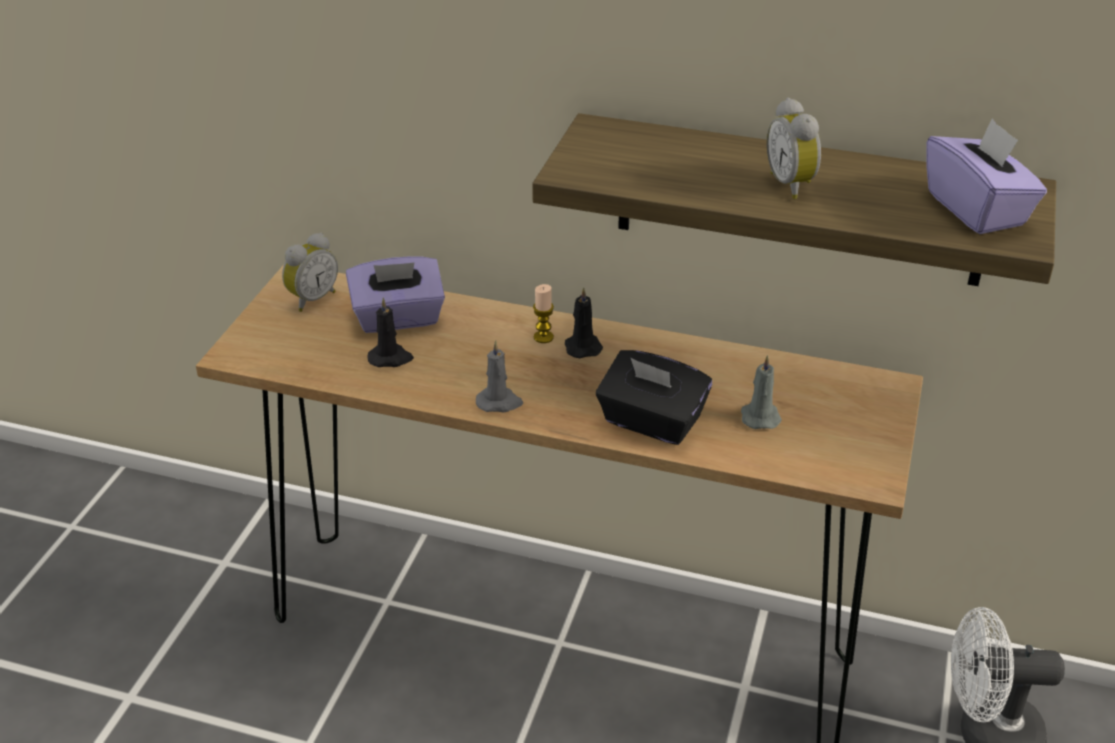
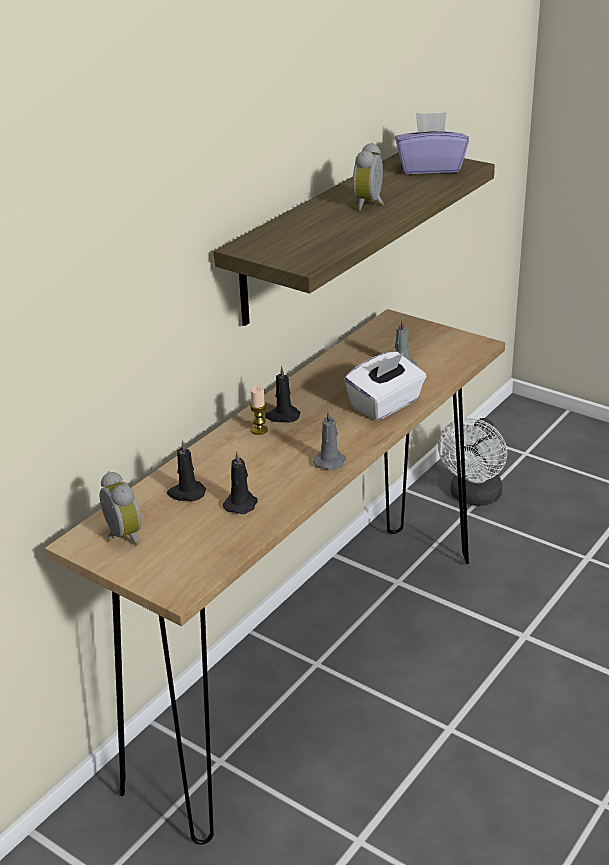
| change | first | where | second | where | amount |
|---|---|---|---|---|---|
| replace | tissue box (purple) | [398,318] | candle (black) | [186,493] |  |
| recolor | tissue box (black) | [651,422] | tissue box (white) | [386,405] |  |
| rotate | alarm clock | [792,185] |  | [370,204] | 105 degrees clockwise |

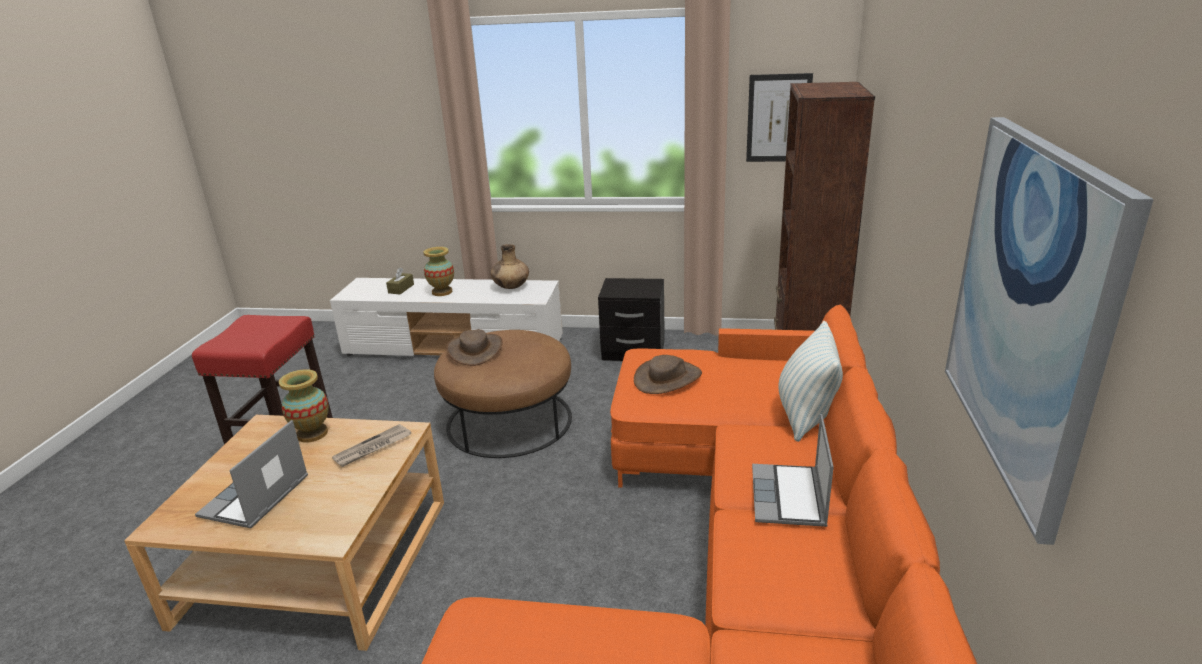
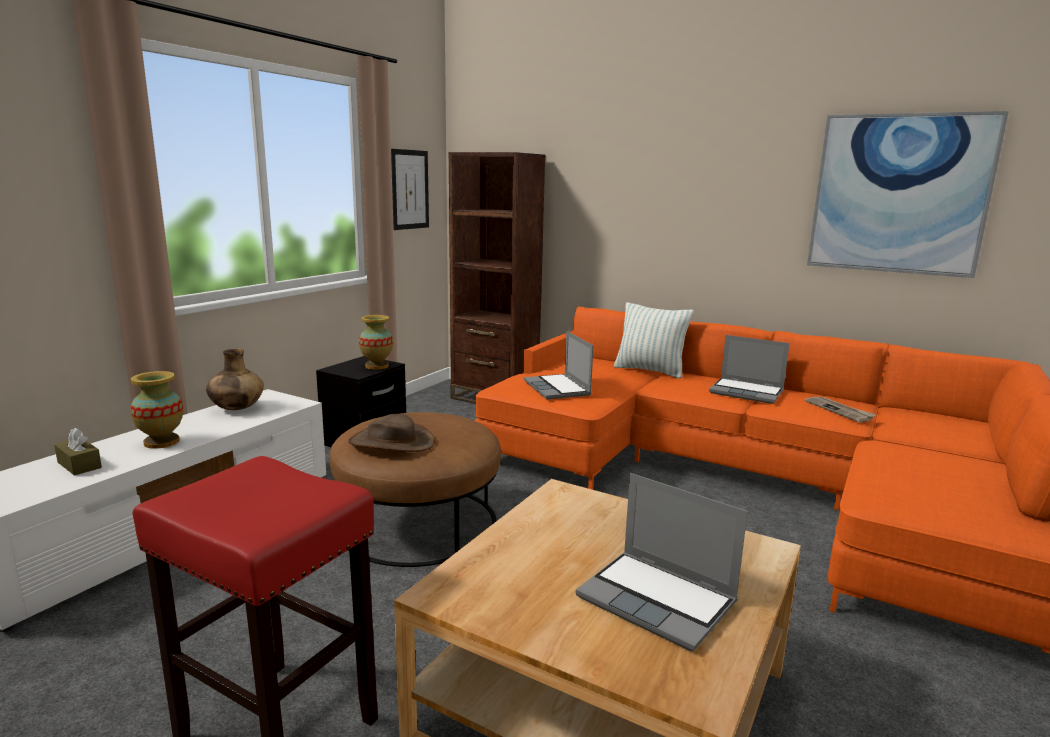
| change | first | where | second | where | amount |
|---|---|---|---|---|---|
| move | vase | [312,434] |  | [376,366] |  |
| move | newspaper | [372,448] |  | [839,411] |  |
| replace | hat (brown) | [668,378] | laptop | [558,388] |  |

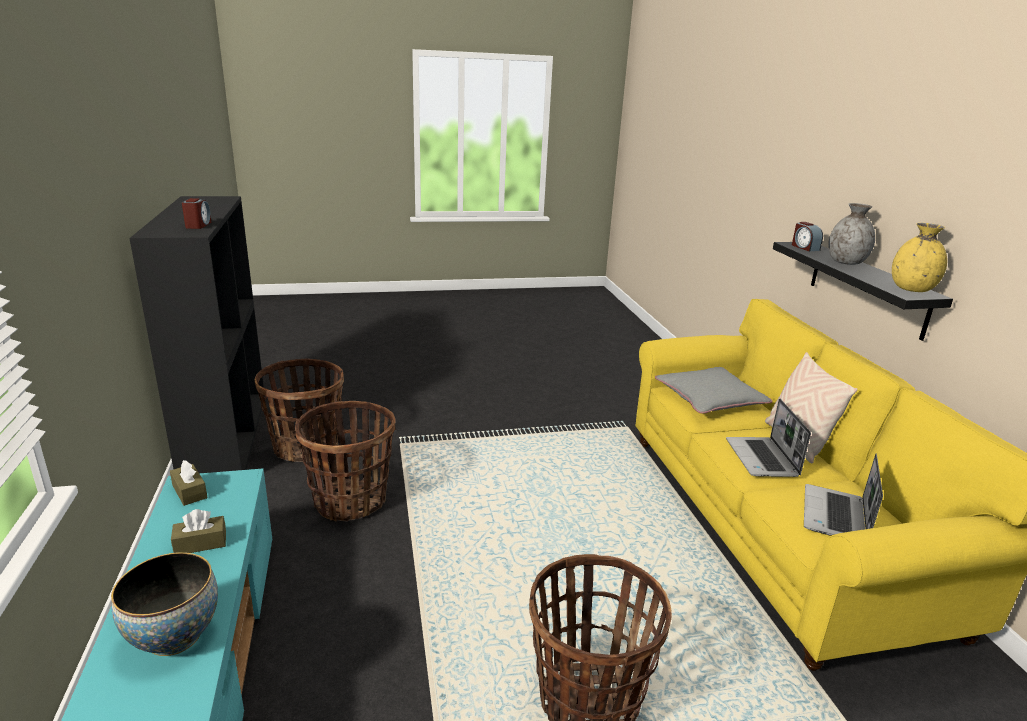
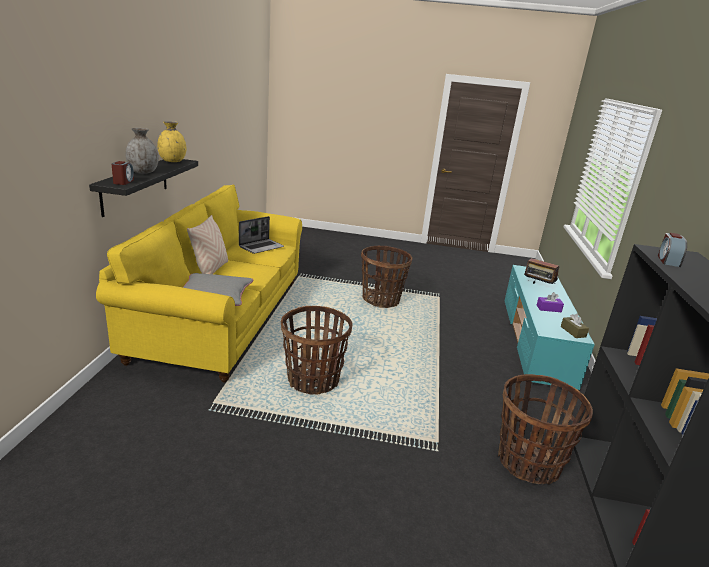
| change | first | where | second | where | amount |
|---|---|---|---|---|---|
| replace | bowl | [174,637] | radio | [538,286] |  |
| recolor | tissue box (brown) | [200,543] | tissue box (purple) | [548,308] |  |
| move | basket | [350,501] |  | [313,380] |  |
| delete | laptop | [762,459] |  |  |  |

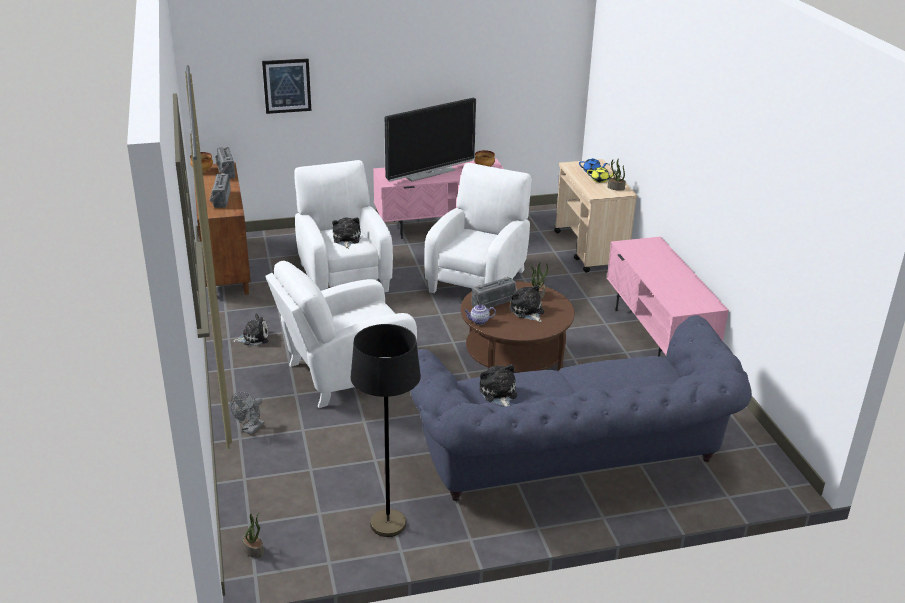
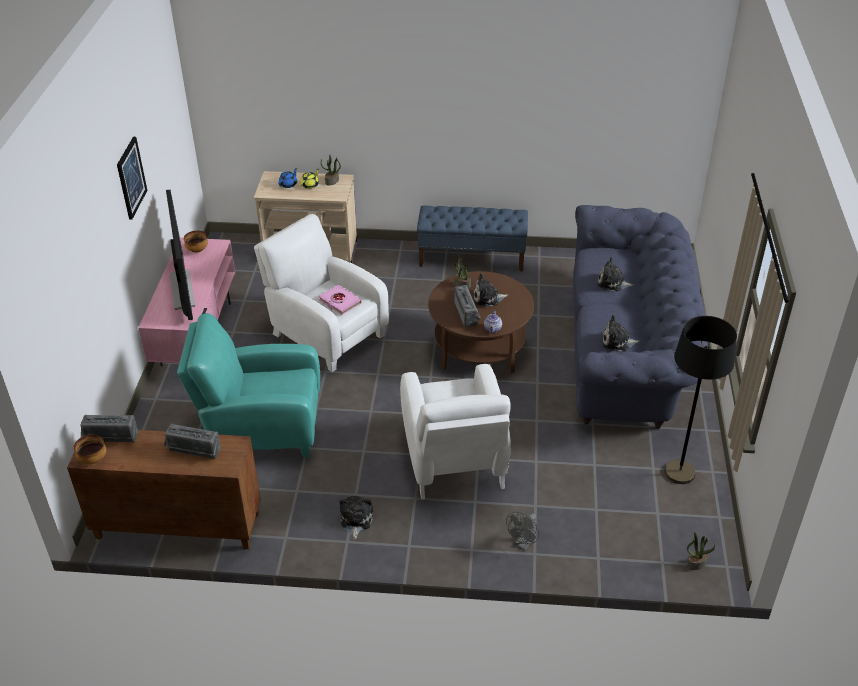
| change | first | where | second | where | amount |
|---|---|---|---|---|---|
| rotate | fan (grey) | [250,430] |  | [523,544] | 75 degrees clockwise |
| move | picture | [287,85] |  | [131,178] |  |
| recolor | armchair (white) | [343,275] | armchair (turquoise) | [261,428] |  |
| move | plush toy | [346,239] |  | [613,283] |  |
| replace | tv stand (pink) | [658,334] | bench (blue) | [472,257] |  |
| insert |  |  | book (pink) | [340,302] |  |

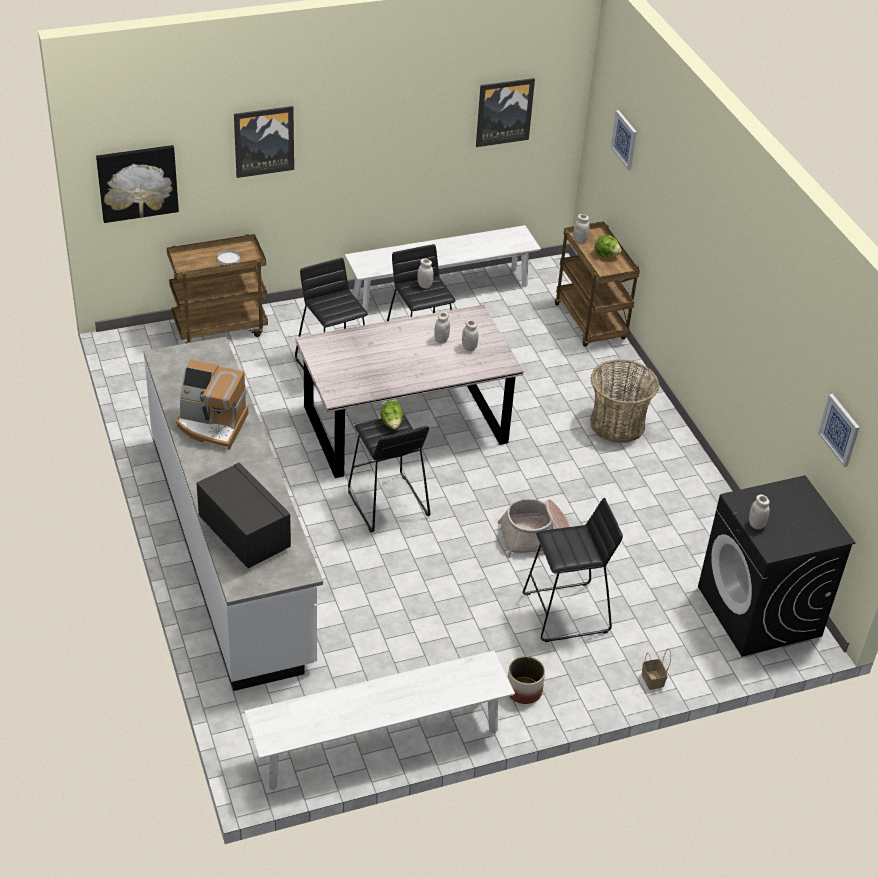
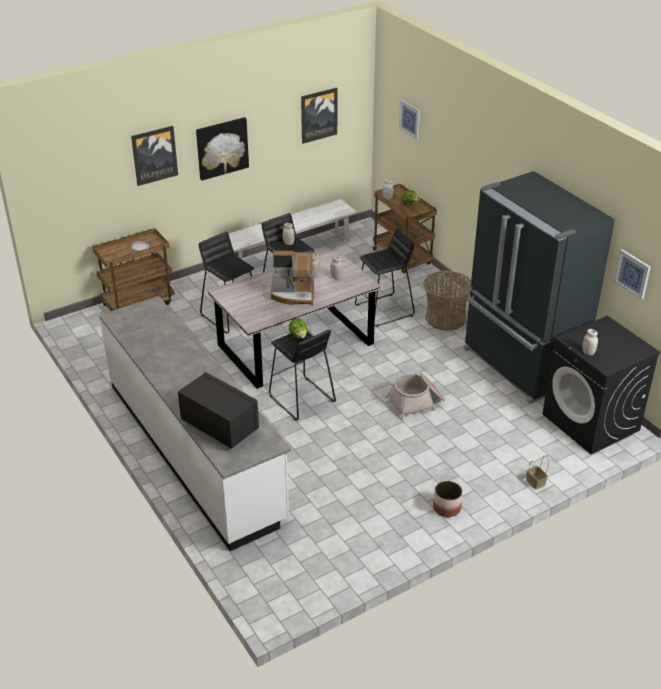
| change | first | where | second | where | amount |
|---|---|---|---|---|---|
| move | picture | [137,182] |  | [222,148] |  |
| move | coffee machine | [212,425] |  | [293,294] |  |
| delete | bench (white) | [379,743] |  |  |  |
| move | stool (black) | [567,612] |  | [385,310] |  |
| insert |  |  | fridge (black) | [520,365] |  |

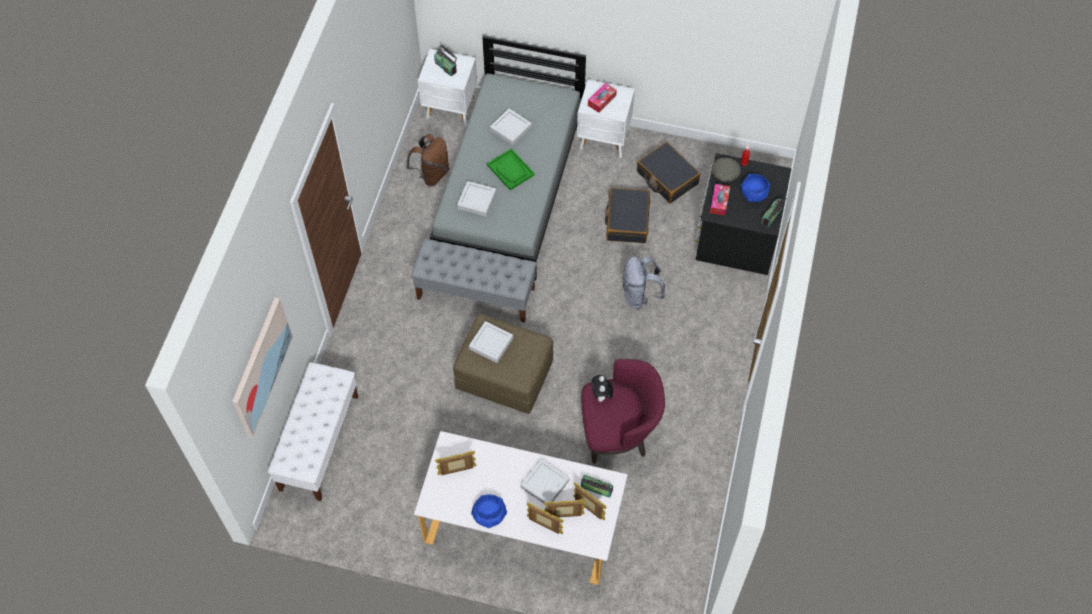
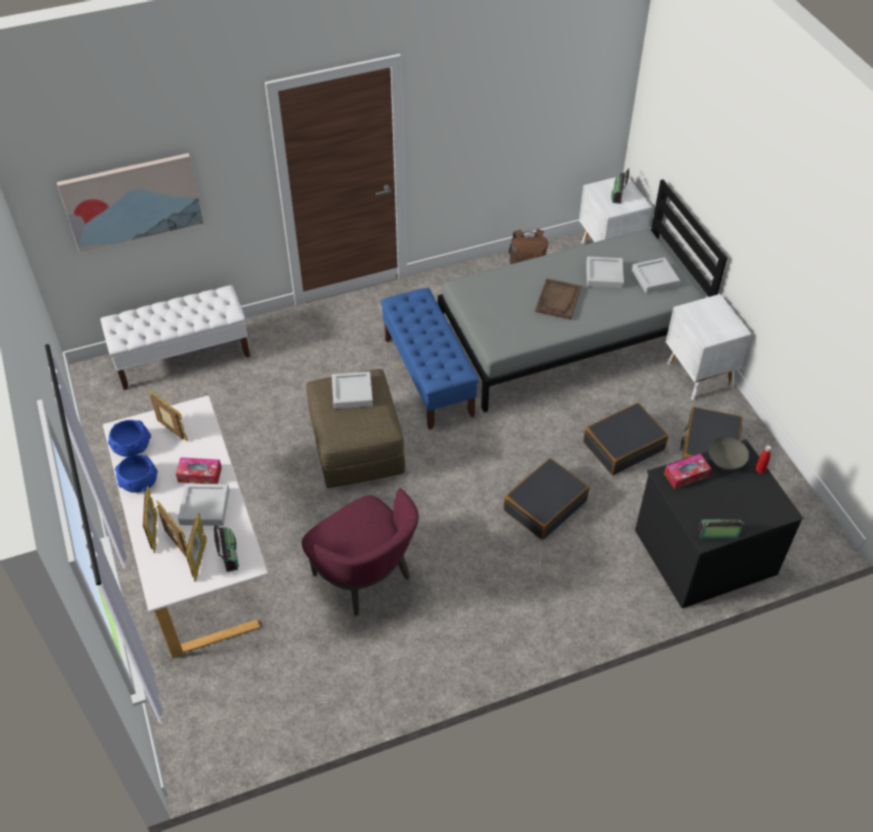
| change | first | where | second | where | amount |
|---|---|---|---|---|---|
| recolor | bench (grey) | [476,293] | bench (blue) | [428,377] |  |
| move | tray (grey) | [476,200] |  | [654,278] |  |
| recolor | tray (green) | [510,170] | tray (brown) | [558,300] |  |
| move | tissue box | [601,100] |  | [200,475] |  |
| delete | plush toy | [601,396] |  |  |  |
| replace | backpack (grey) | [640,295] | suitcase (black) | [544,505] |  |
| move | bowl (blue) | [753,193] |  | [131,445] |  |

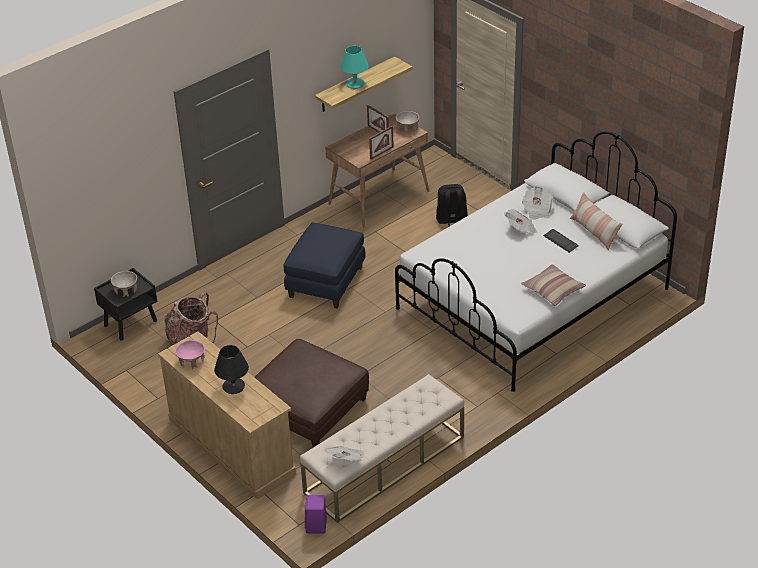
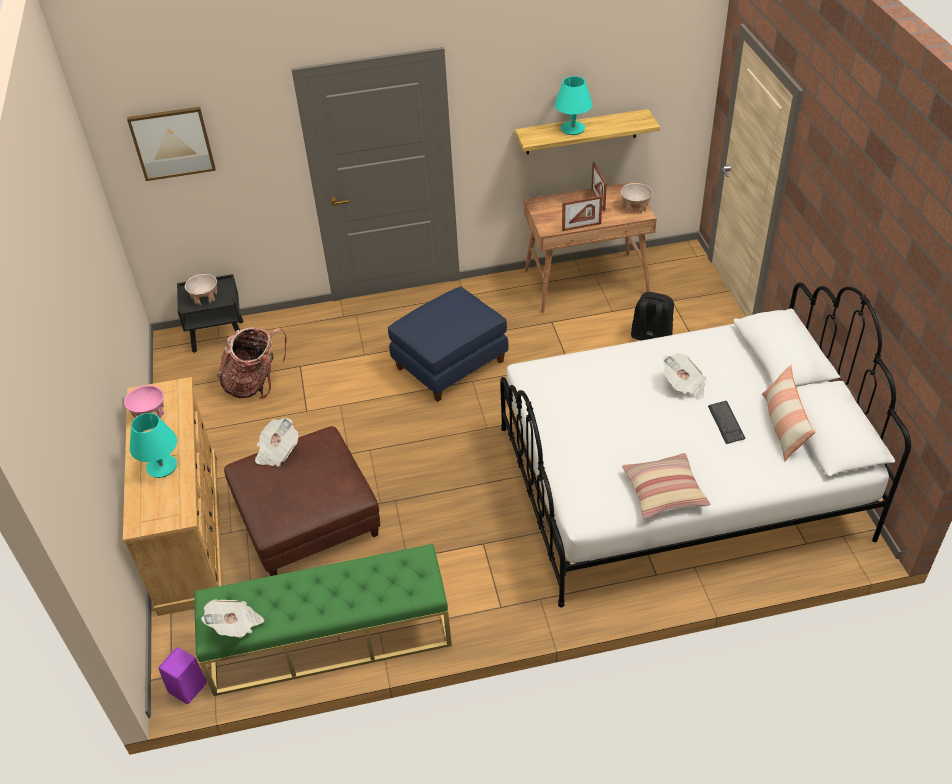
| change | first | where | second | where | amount |
|---|---|---|---|---|---|
| recolor | table lamp (black) | [234,386] | table lamp (turquoise) | [162,467] |  |
| recolor | bench (beige) | [384,465] | bench (green) | [329,639] |  |
| move | newspaper | [537,210] |  | [277,451] |  |
| insert |  |  | picture | [172,143] |  |

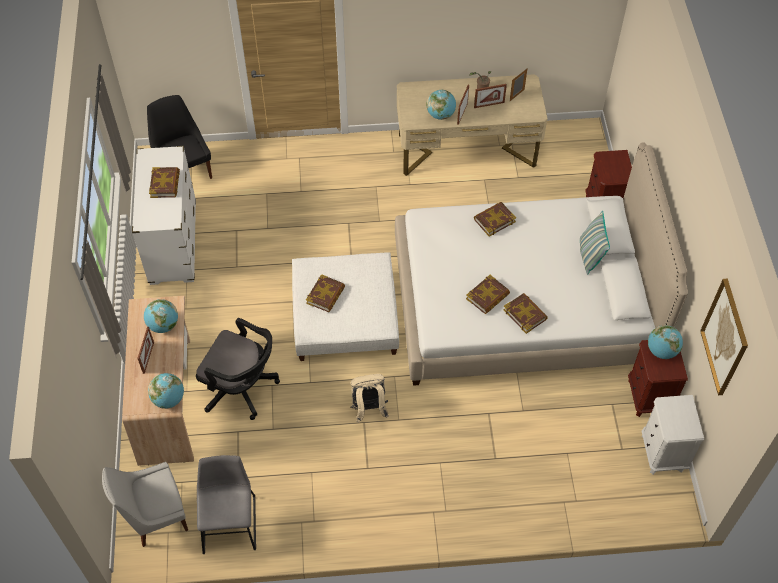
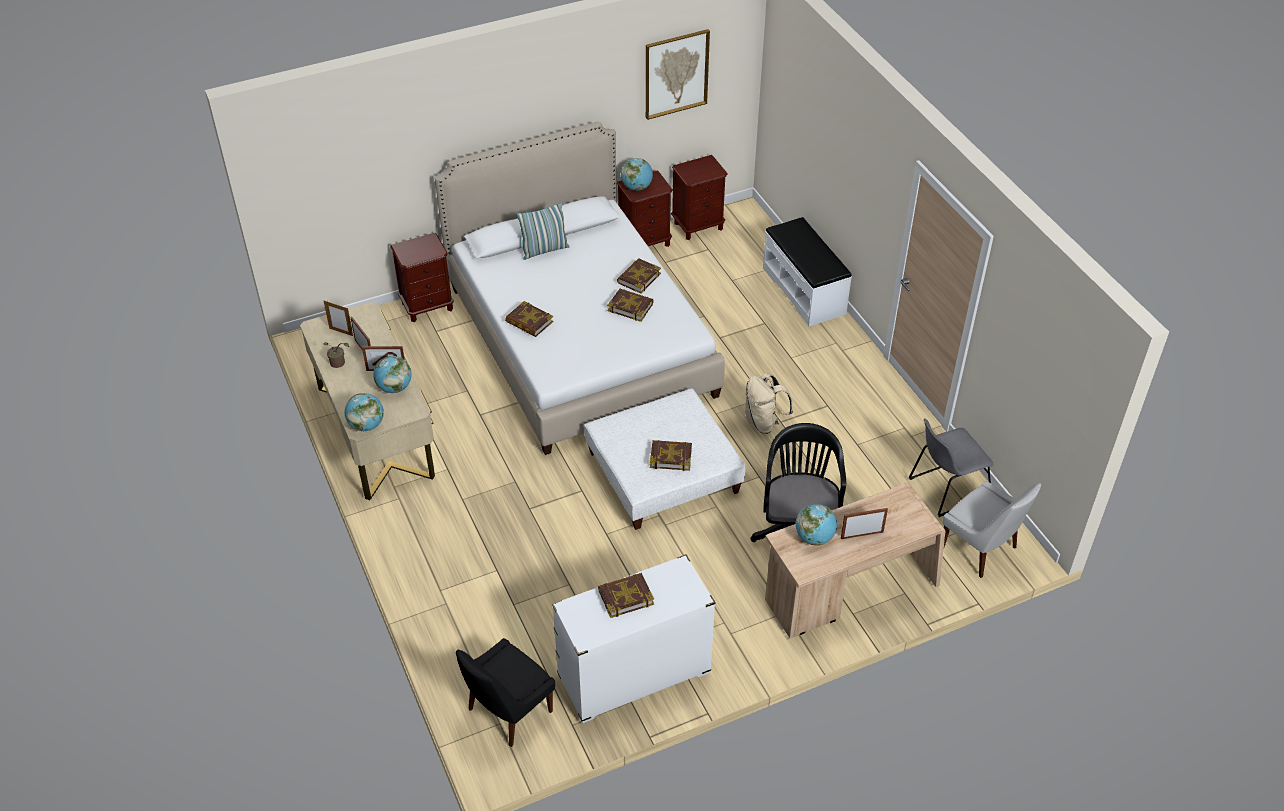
| change | first | where | second | where | amount |
|---|---|---|---|---|---|
| move | globe | [169,399] |  | [366,425] |  |
| recolor | nightstand (white) | [662,453] | nightstand (brown) | [698,226] |  |
| insert |  |  | bench (white) | [804,290] |  |

